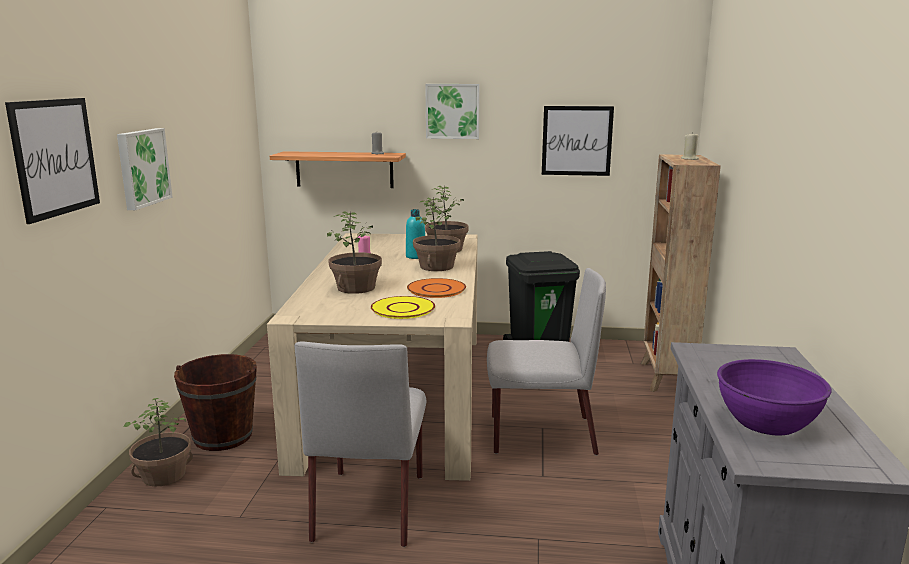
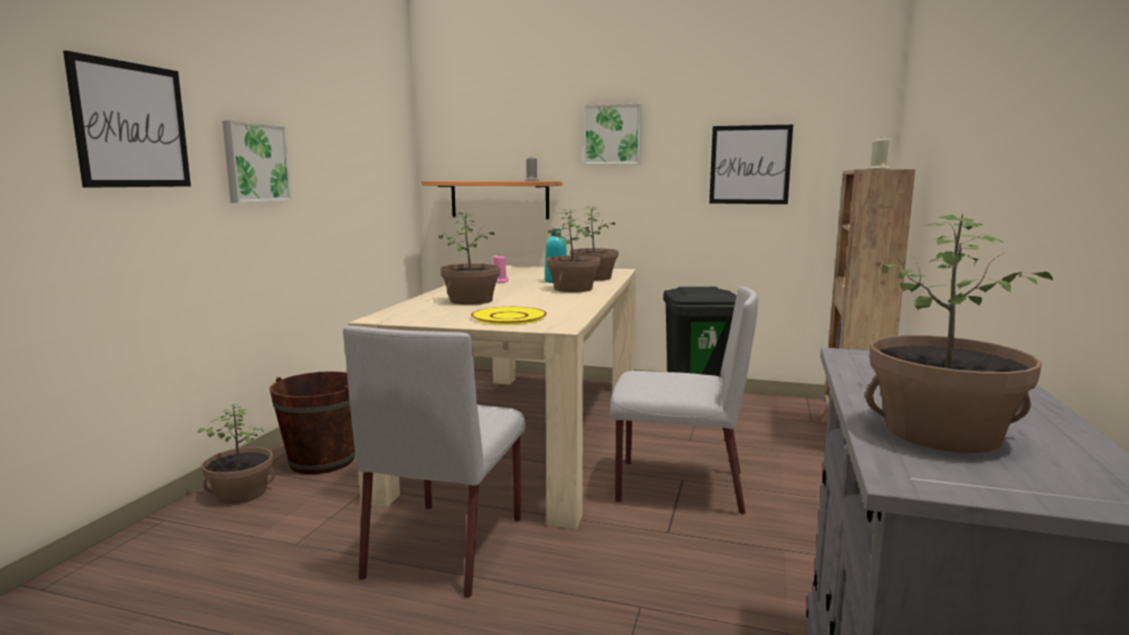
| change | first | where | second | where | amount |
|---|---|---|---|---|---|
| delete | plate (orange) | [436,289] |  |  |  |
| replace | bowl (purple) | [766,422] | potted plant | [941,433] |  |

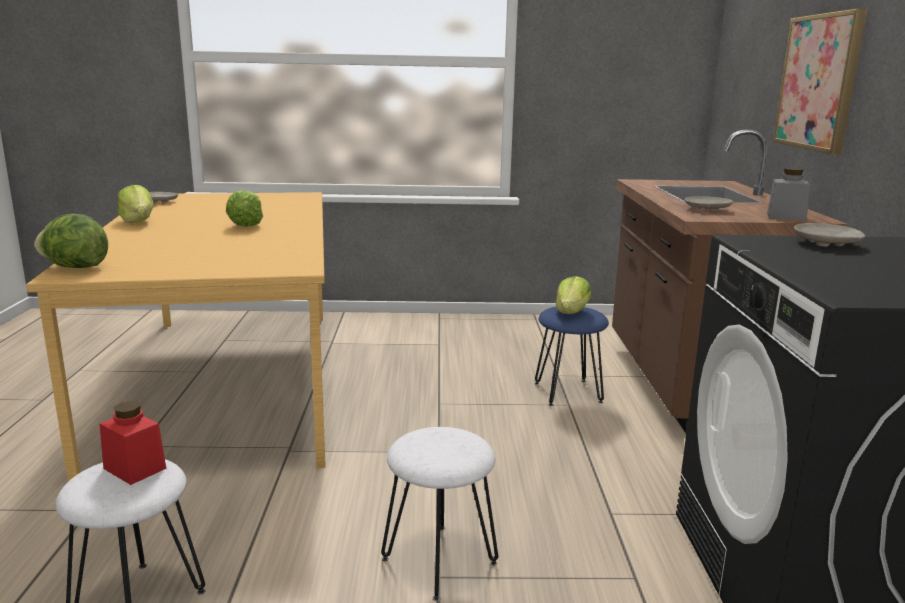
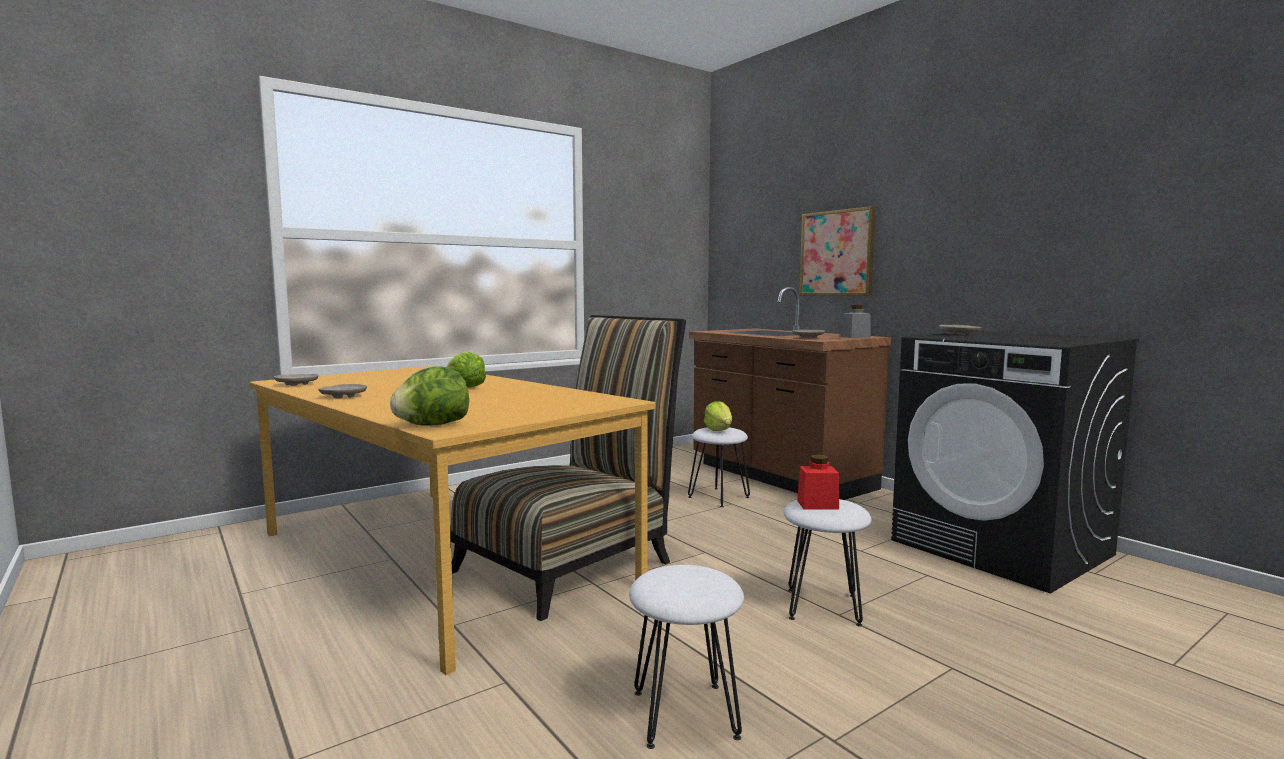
| change | first | where | second | where | amount |
|---|---|---|---|---|---|
| move | jar (red) | [135,468] |  | [817,505] |  |
| replace | lettuce | [138,221] | plate (beige) | [343,396] |  |
| recolor | stool (blue) | [568,392] | stool (white) | [719,497] |  |
| insert |  |  | chair | [573,562] |  |

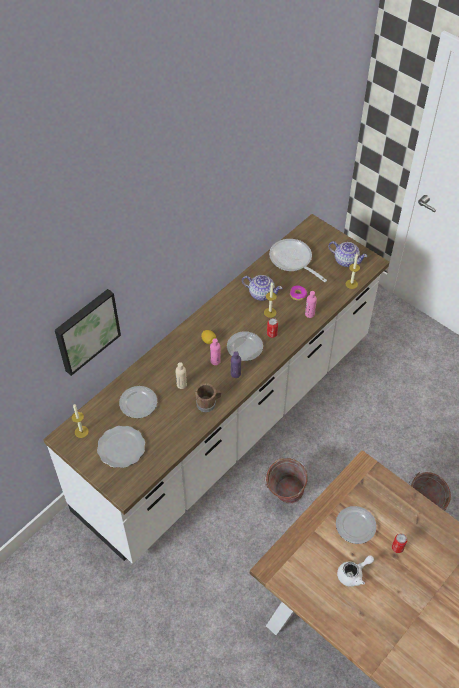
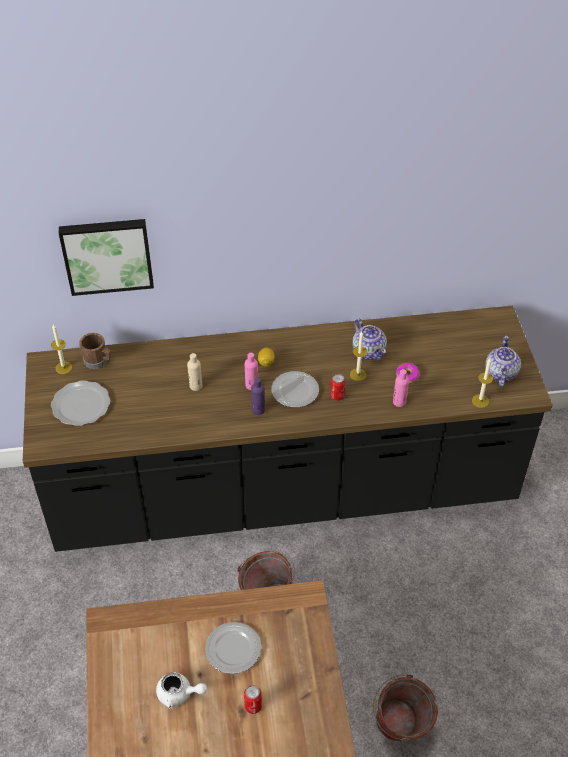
| change | first | where | second | where | amount |
|---|---|---|---|---|---|
| recolor | counter (white) | [229,422] | counter (black) | [284,492] |  |
| delete | plate | [138,403] |  |  |  |
| move | mug (brown) | [208,403] |  | [98,361] |  |
| delete | frying pan | [293,261] |  |  |  |
| rotate | teapot | [346,260] |  | [500,373] | 150 degrees counterclockwise |

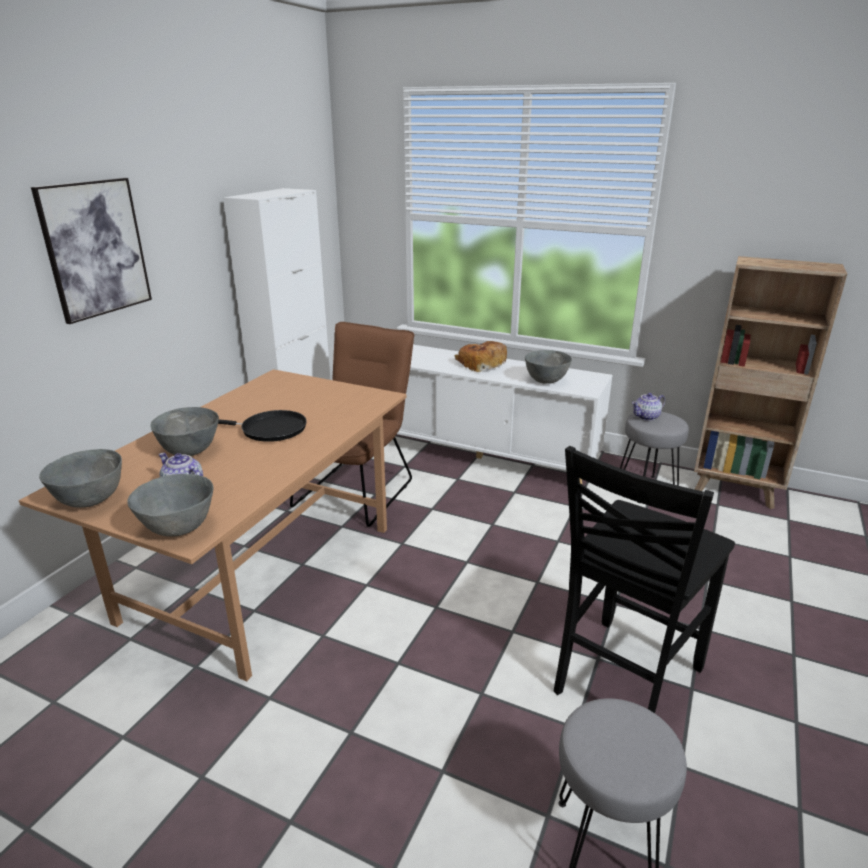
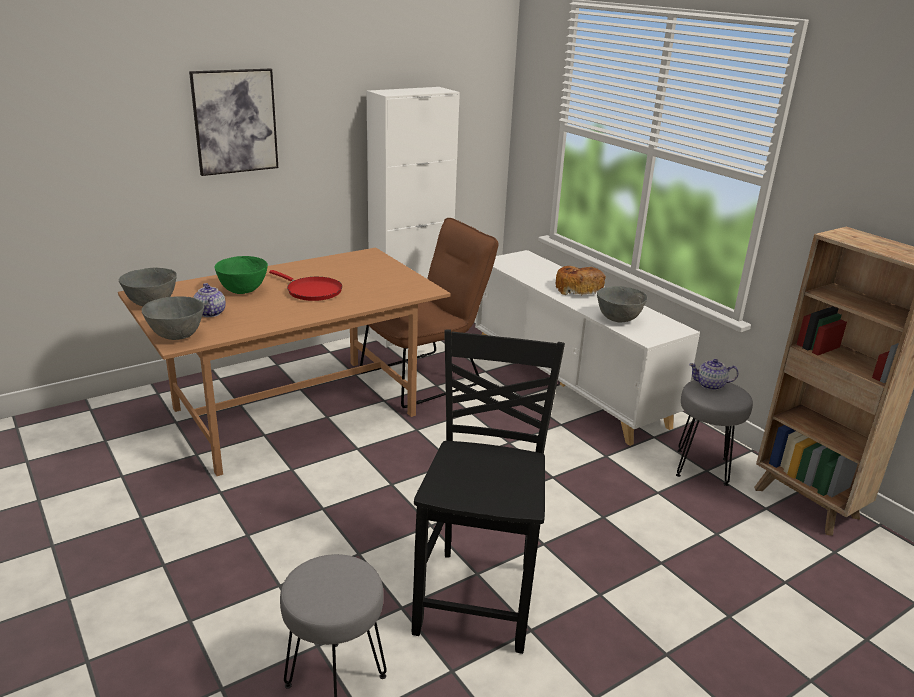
| change | first | where | second | where | amount |
|---|---|---|---|---|---|
| recolor | bowl (grey) | [190,452] | bowl (green) | [242,291] |  |
| recolor | frying pan (black) | [269,430] | frying pan (red) | [311,291] |  |
| rotate | chair (black) | [623,680] |  | [479,597] | 120 degrees clockwise |

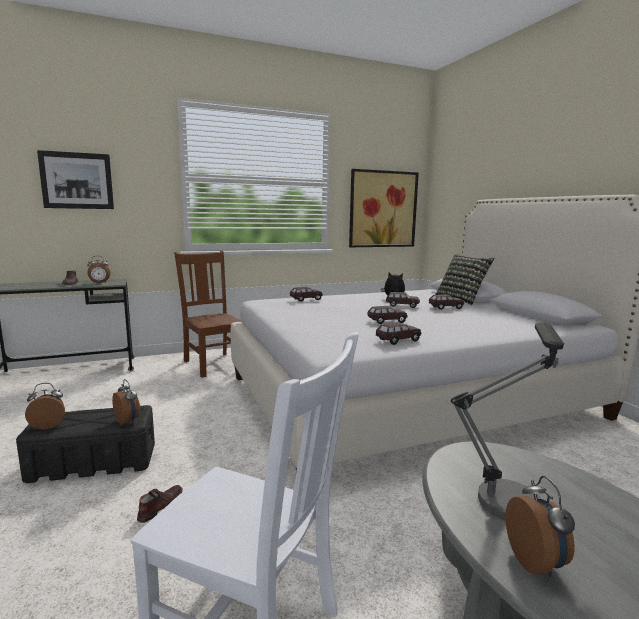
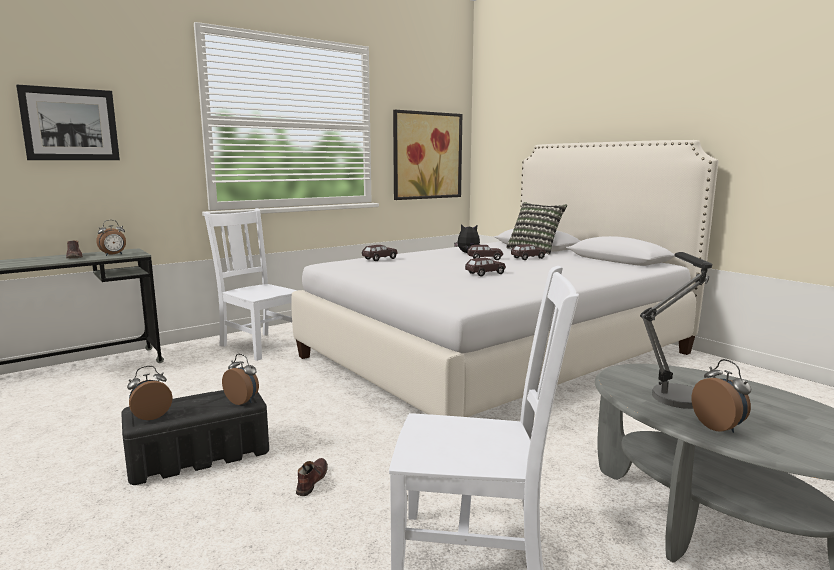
| change | first | where | second | where | amount |
|---|---|---|---|---|---|
| recolor | chair (brown) | [213,364] | chair (white) | [260,345] |  |
| delete | toy car (brown) | [398,340] |  |  |  |

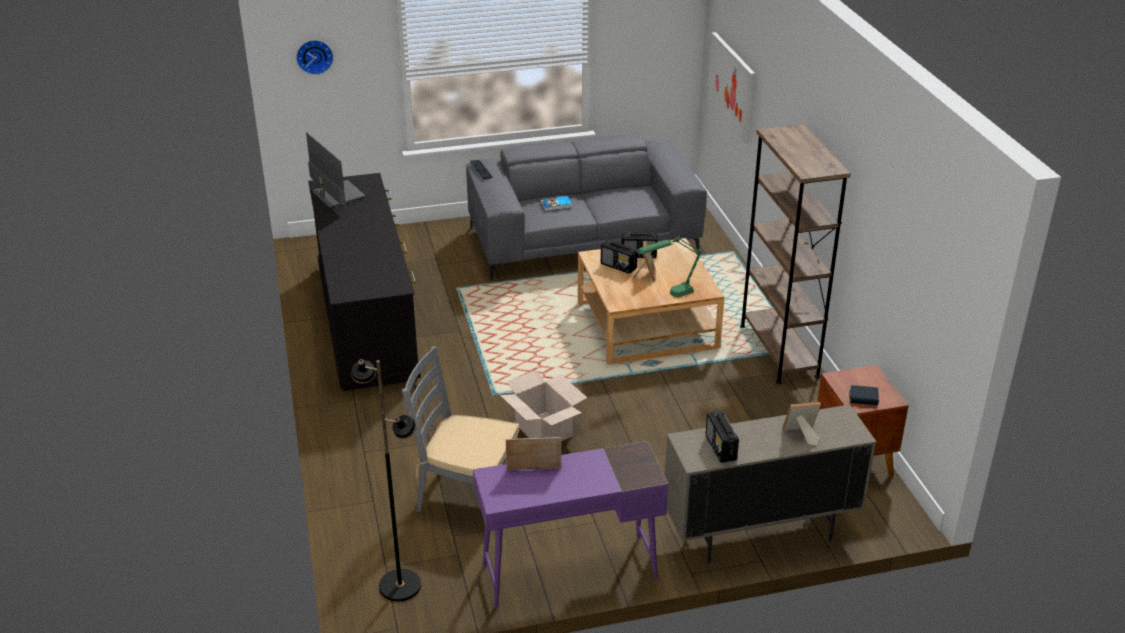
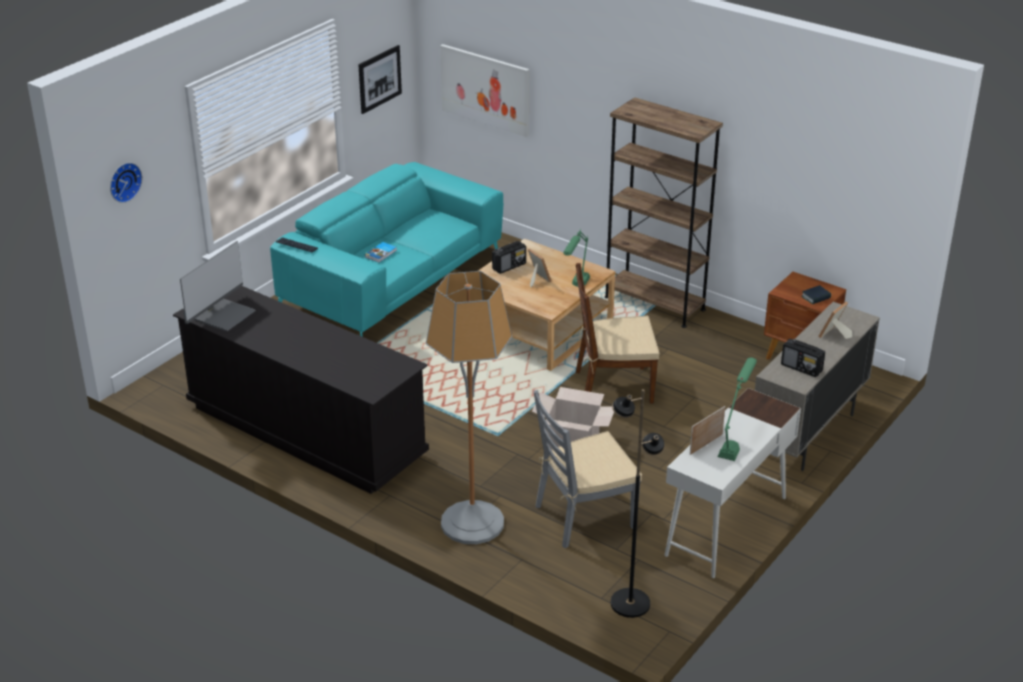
| change | first | where | second | where | amount |
|---|---|---|---|---|---|
| rotate | monitor | [337,195] |  | [224,315] | 105 degrees clockwise |
| recolor | sofa (grey) | [583,241] | sofa (turquoise) | [393,282] |  |
| recolor | desk (purple) | [568,571] | desk (white) | [726,526] |  |
| delete | radio | [618,266] |  |  |  |
| insert |  |  | picture | [379,79] |  |
| insert |  |  | floor lamp | [472,523] |  |
| insert |  |  | chair (brown) | [613,387] |  |
| insert |  |  | table lamp (green) | [734,441] |  |

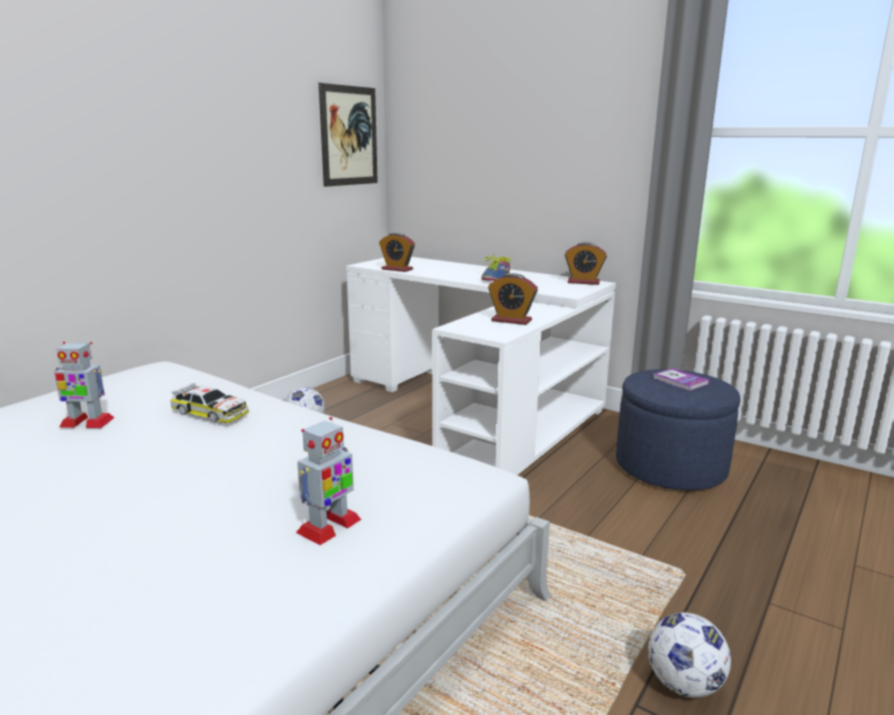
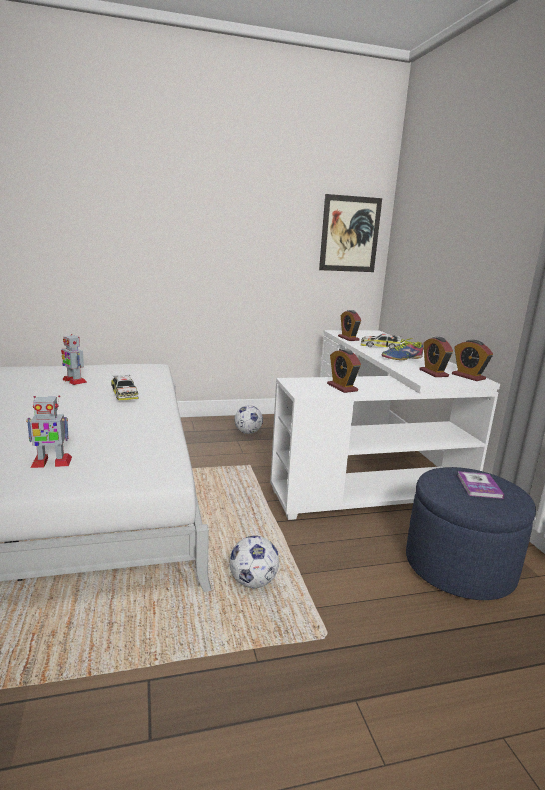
| change | first | where | second | where | amount |
|---|---|---|---|---|---|
| move | football | [684,685] |  | [253,582] |  |
| insert |  |  | toy car | [380,346] |  |
| insert |  |  | alarm clock | [433,373] |  |

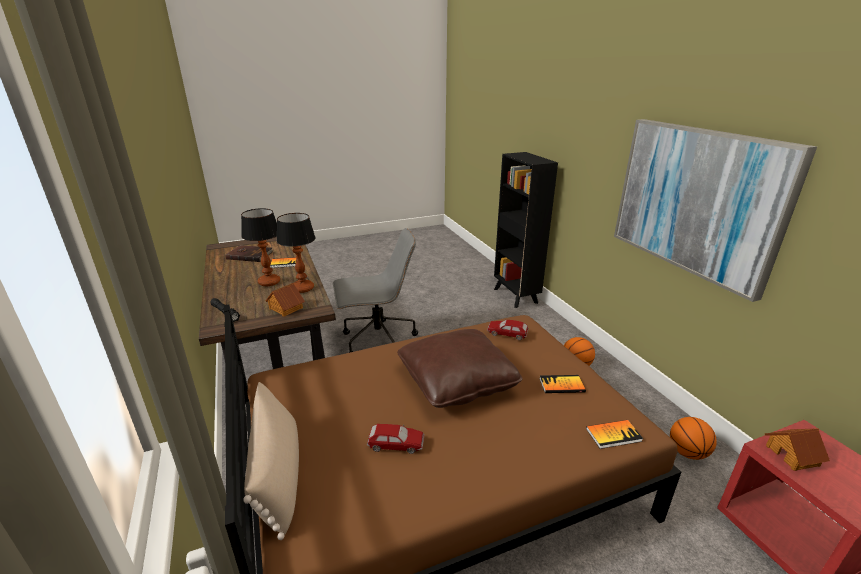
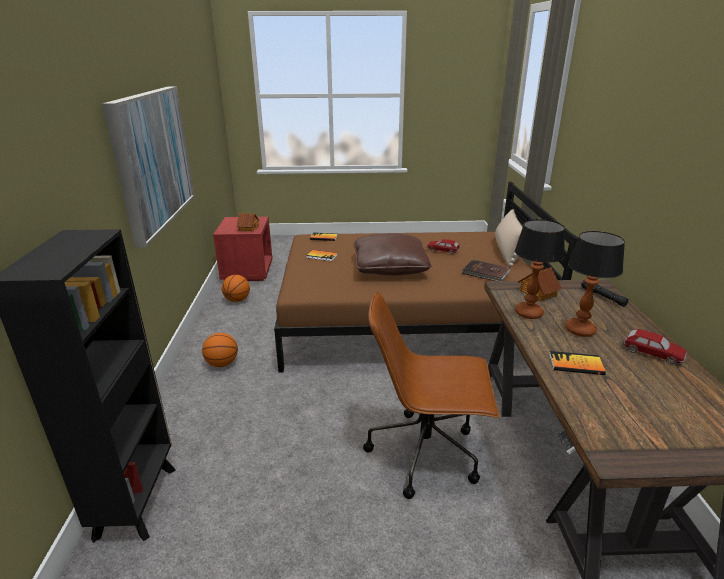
| change | first | where | second | where | amount |
|---|---|---|---|---|---|
| move | book (brown) | [249,255] |  | [486,273] |  |
| recolor | office chair (grey) | [377,341] | office chair (brown) | [426,453] |  |
| move | toy car | [507,333] |  | [653,353] |  |

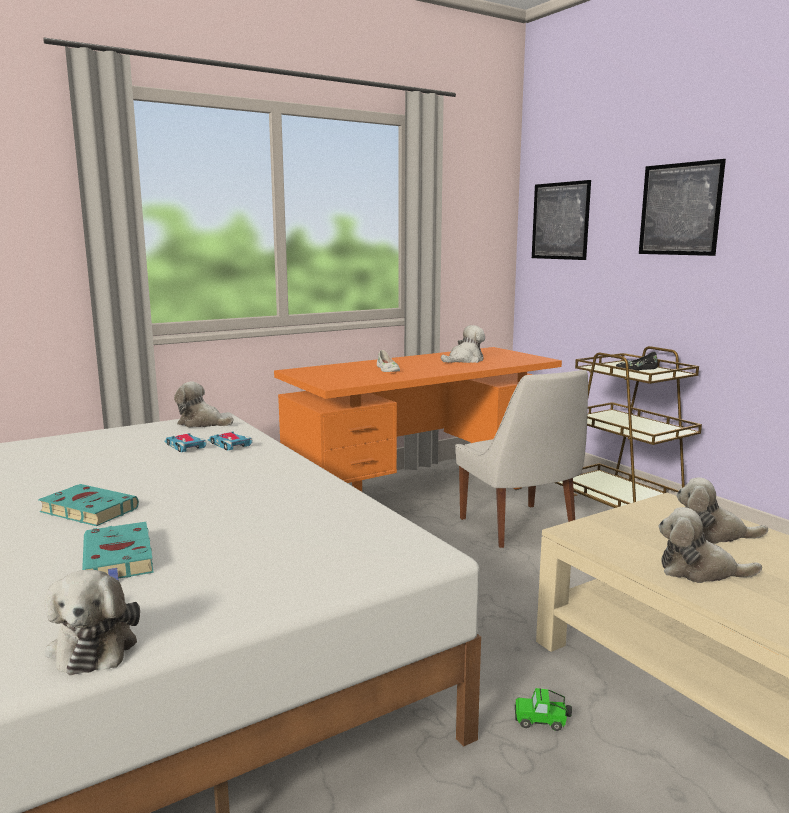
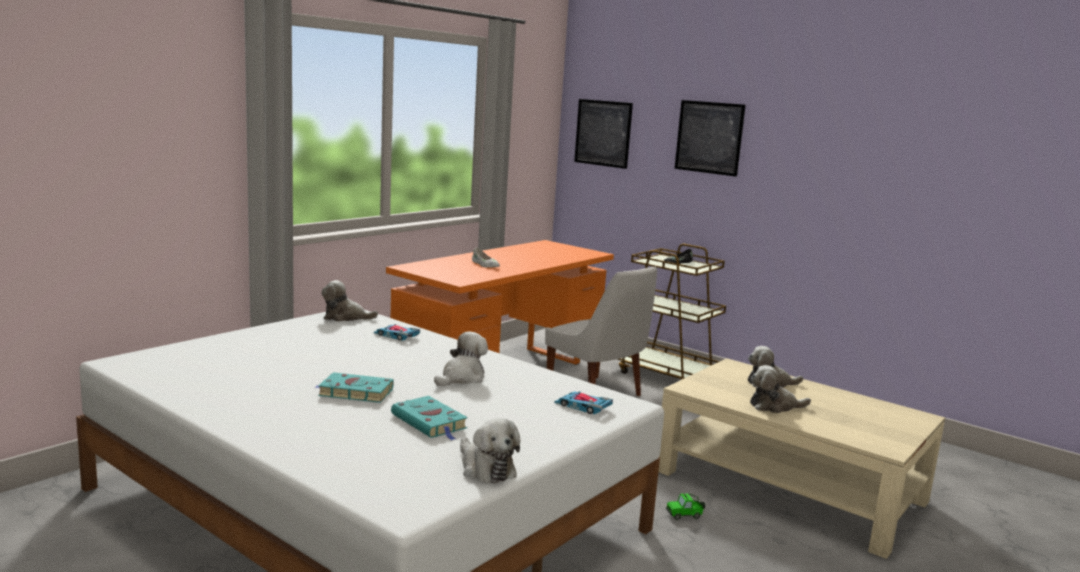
| change | first | where | second | where | amount |
|---|---|---|---|---|---|
| move | toy car | [185,446] |  | [582,406] |  |
| move | plush toy | [465,360] |  | [462,378] |  |

